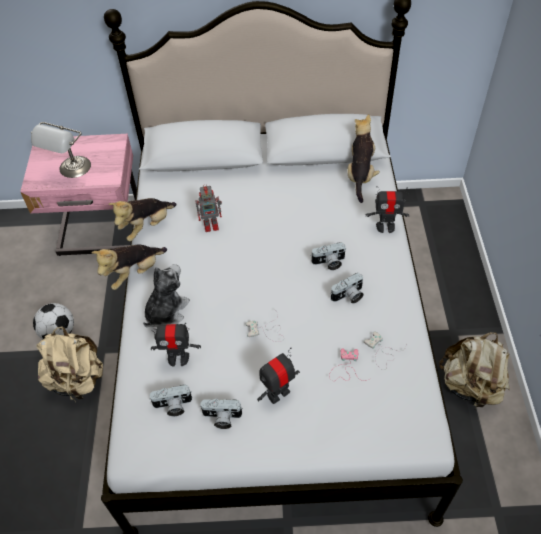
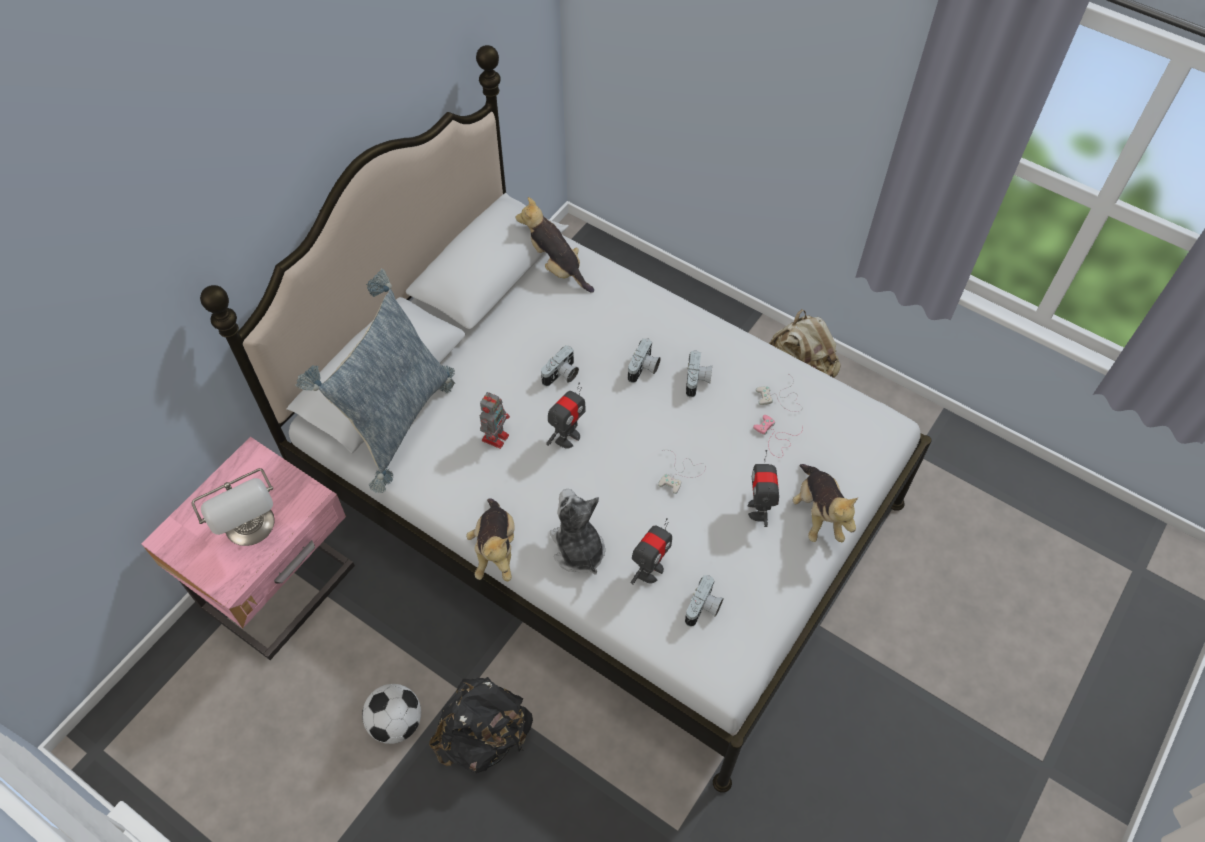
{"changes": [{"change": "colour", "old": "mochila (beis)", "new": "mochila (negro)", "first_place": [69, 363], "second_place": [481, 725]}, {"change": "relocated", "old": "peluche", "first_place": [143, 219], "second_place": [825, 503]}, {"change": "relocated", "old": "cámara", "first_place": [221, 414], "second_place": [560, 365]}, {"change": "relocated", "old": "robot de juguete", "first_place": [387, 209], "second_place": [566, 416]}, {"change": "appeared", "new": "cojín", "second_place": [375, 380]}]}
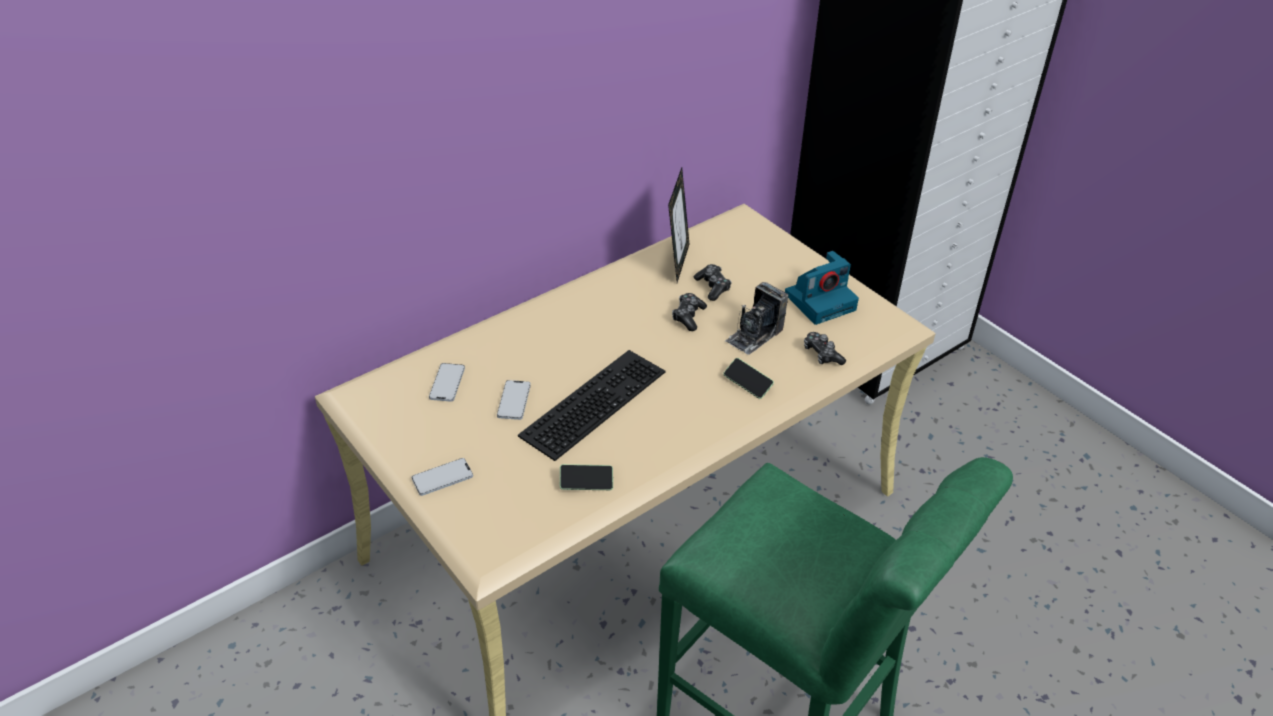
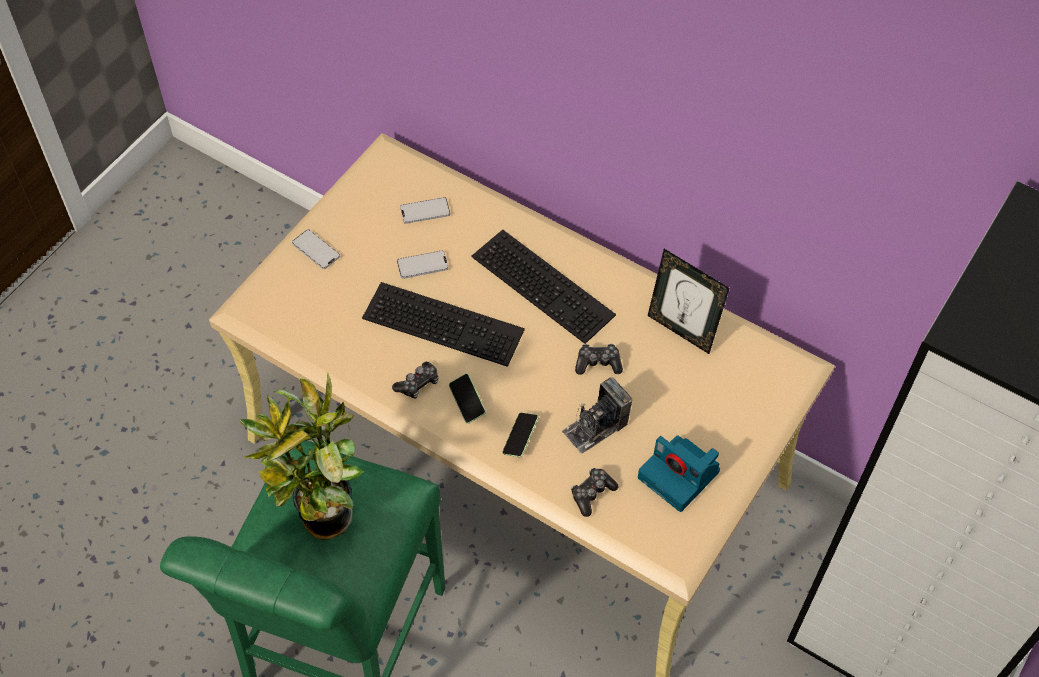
{"changes": [{"change": "relocated", "old": "móvil", "first_place": [586, 477], "second_place": [467, 398]}, {"change": "spun", "old": "portarretratos", "first_place": [678, 224], "second_place": [688, 301], "degrees": 45}, {"change": "relocated", "old": "mando de consola", "first_place": [712, 282], "second_place": [415, 380]}, {"change": "spun", "old": "cámara", "first_place": [756, 318], "second_place": [597, 415], "degrees": -60}, {"change": "appeared", "new": "planta en maceta", "second_place": [302, 456]}, {"change": "appeared", "new": "teclado", "second_place": [544, 286]}]}
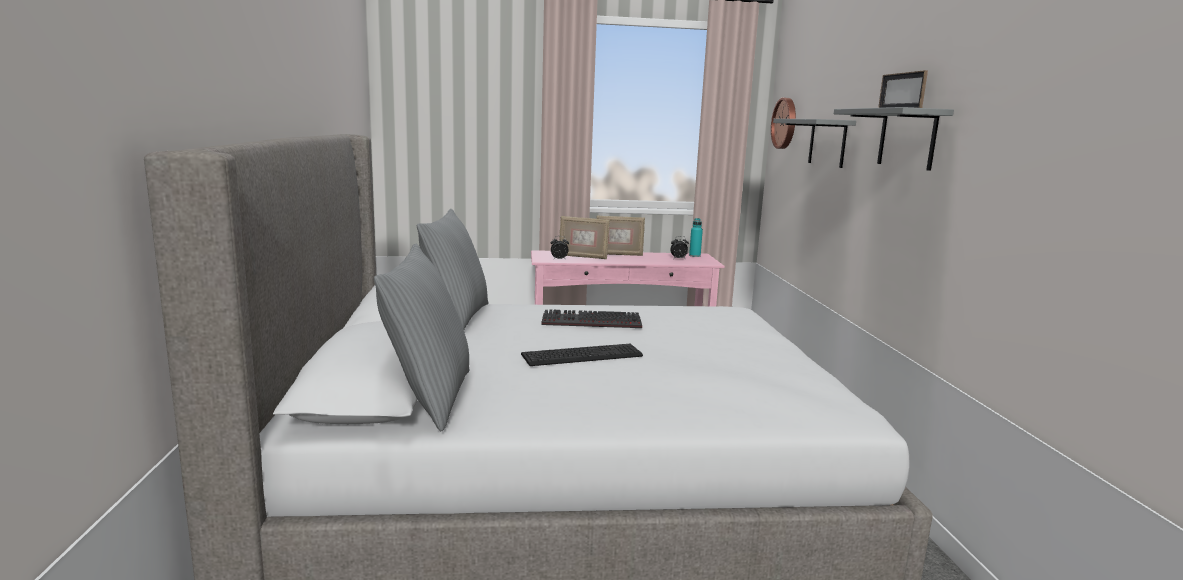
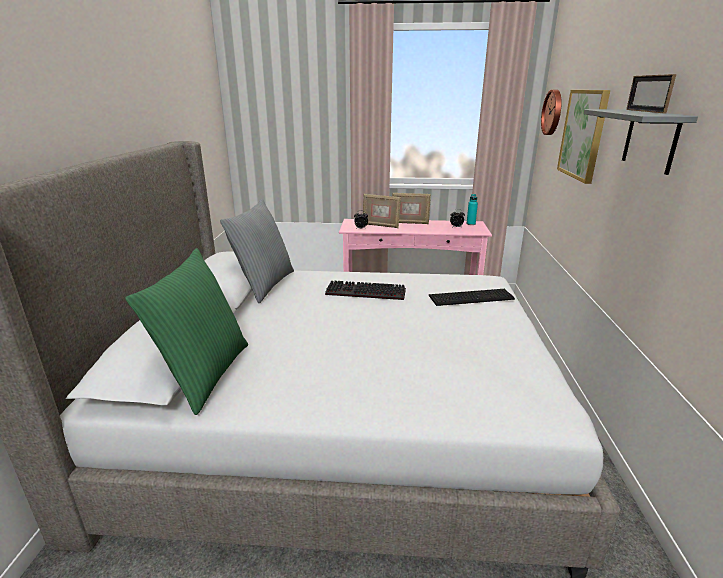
{"changes": [{"change": "colour", "old": "cojín (gris)", "new": "cojín (verde)", "first_place": [422, 337], "second_place": [186, 331]}, {"change": "relocated", "old": "teclado", "first_place": [582, 355], "second_place": [472, 297]}, {"change": "exchanged", "old": "estante (gris)", "new": "cuadro", "first_place": [814, 143], "second_place": [583, 137]}]}
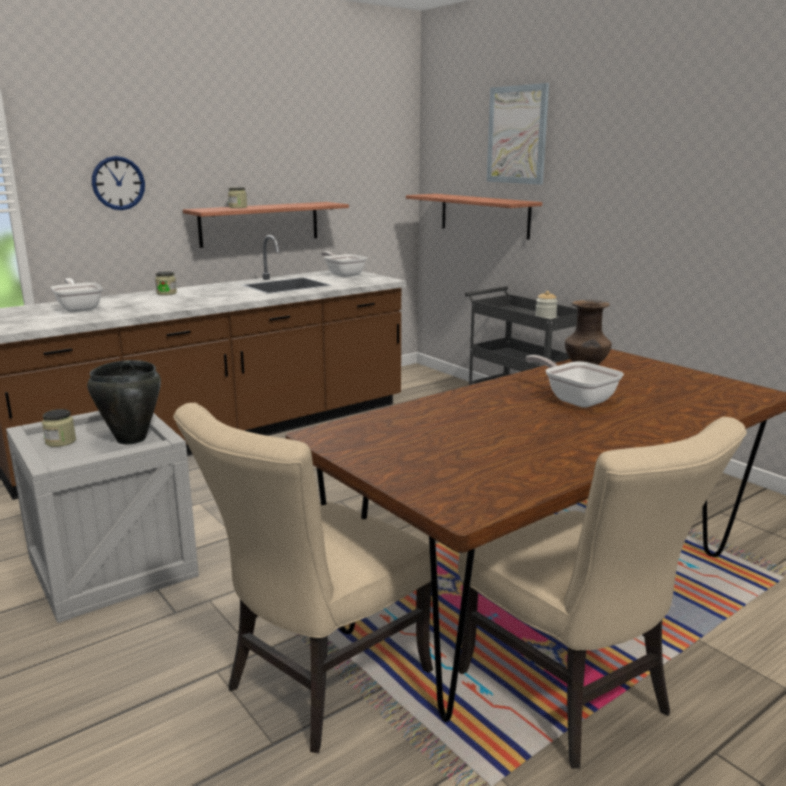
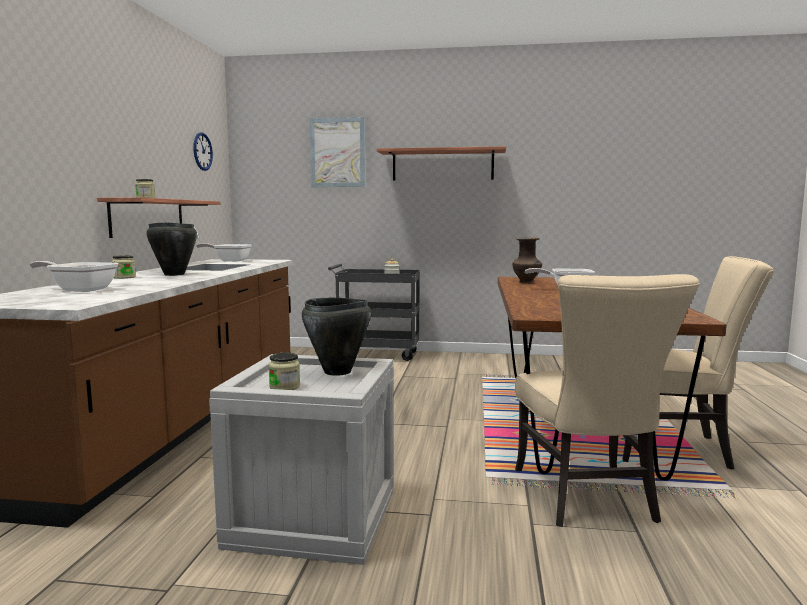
{"changes": [{"change": "relocated", "old": "reloj de pared", "first_place": [118, 183], "second_place": [203, 151]}, {"change": "relocated", "old": "estante", "first_place": [474, 217], "second_place": [441, 163]}, {"change": "appeared", "new": "olla (negro)", "second_place": [171, 249]}]}
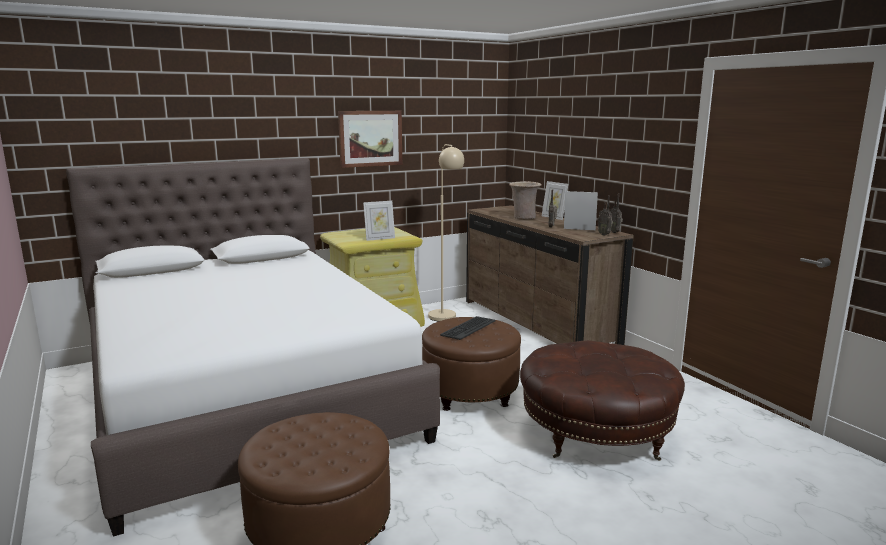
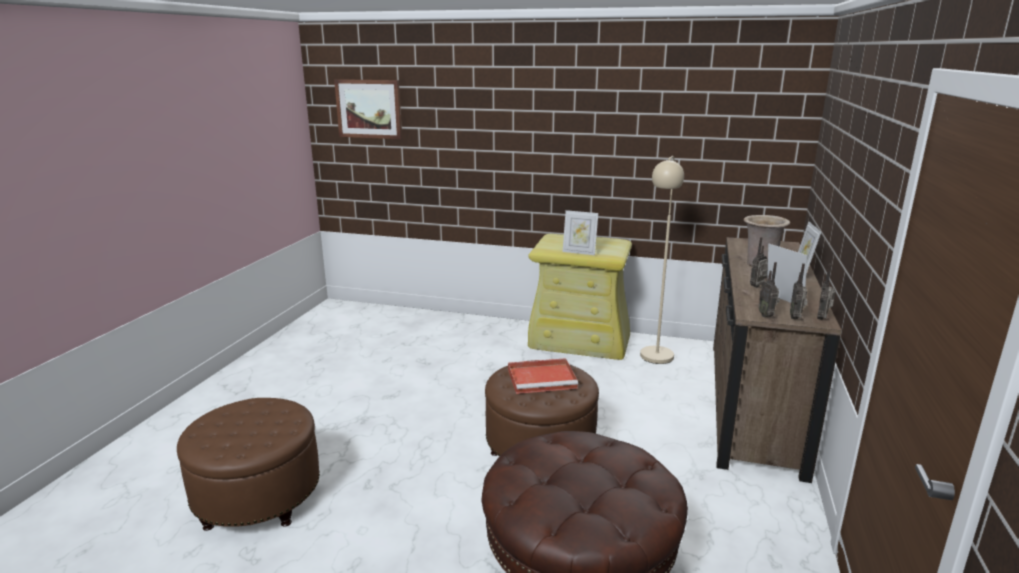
{"changes": [{"change": "missing", "old": "cama (blanco)", "first_place": [253, 347]}, {"change": "relocated", "old": "cuadro", "first_place": [370, 139], "second_place": [368, 109]}, {"change": "exchanged", "old": "teclado", "new": "bandeja (rojo)", "first_place": [468, 328], "second_place": [543, 376]}, {"change": "appeared", "new": "radio", "second_place": [769, 290]}]}
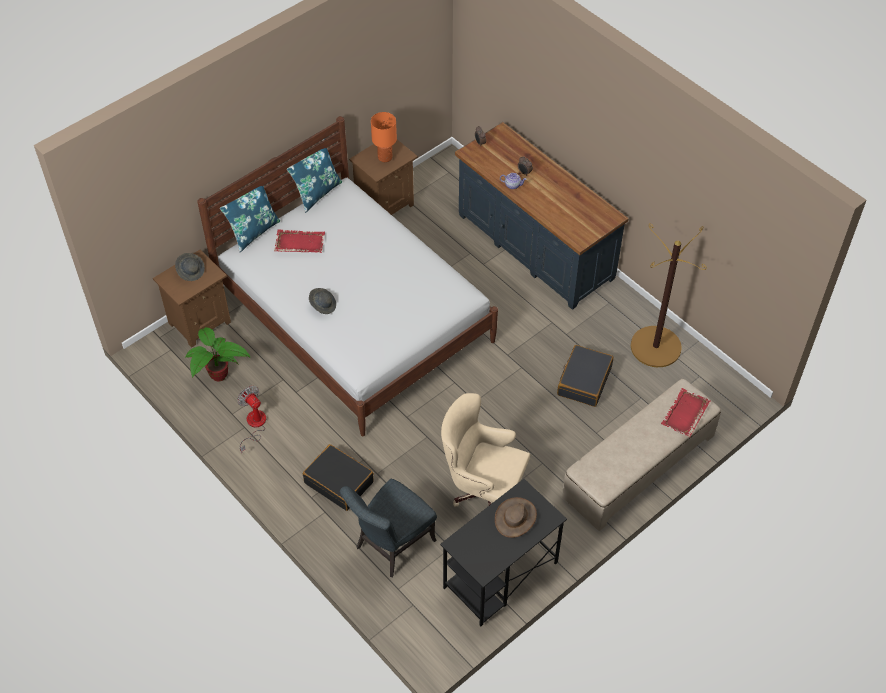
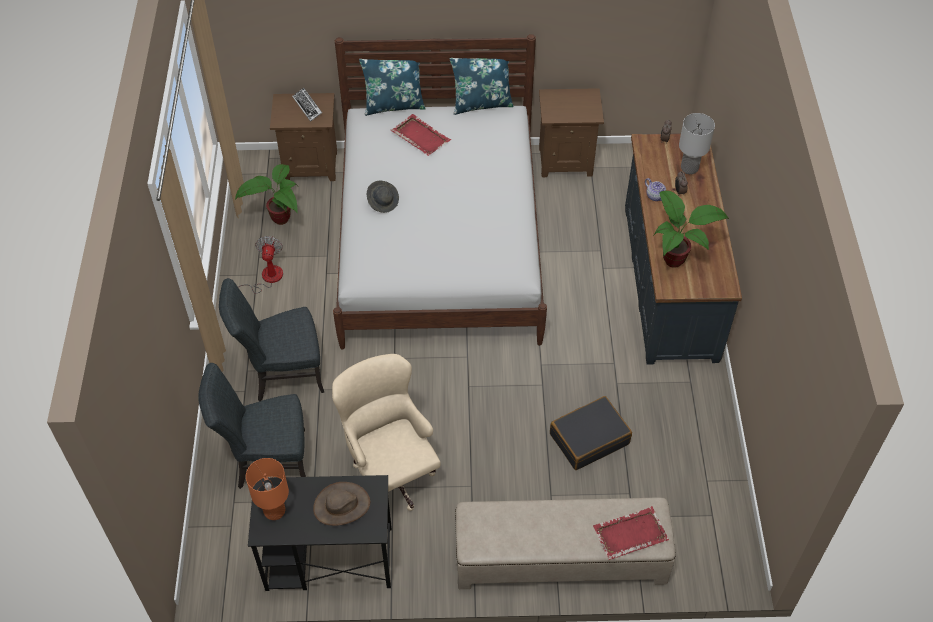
{"changes": [{"change": "exchanged", "old": "sombrero (gris)", "new": "teclado", "first_place": [190, 267], "second_place": [307, 105]}, {"change": "exchanged", "old": "maleta (negro)", "new": "silla (gris)", "first_place": [338, 477], "second_place": [271, 339]}, {"change": "relocated", "old": "lámpara de mesa (naranja)", "first_place": [384, 137], "second_place": [267, 489]}, {"change": "missing", "old": "perchero (marrón)", "first_place": [668, 295]}, {"change": "appeared", "new": "planta en maceta", "second_place": [691, 229]}, {"change": "appeared", "new": "lámpara de mesa (gris)", "second_place": [697, 143]}]}
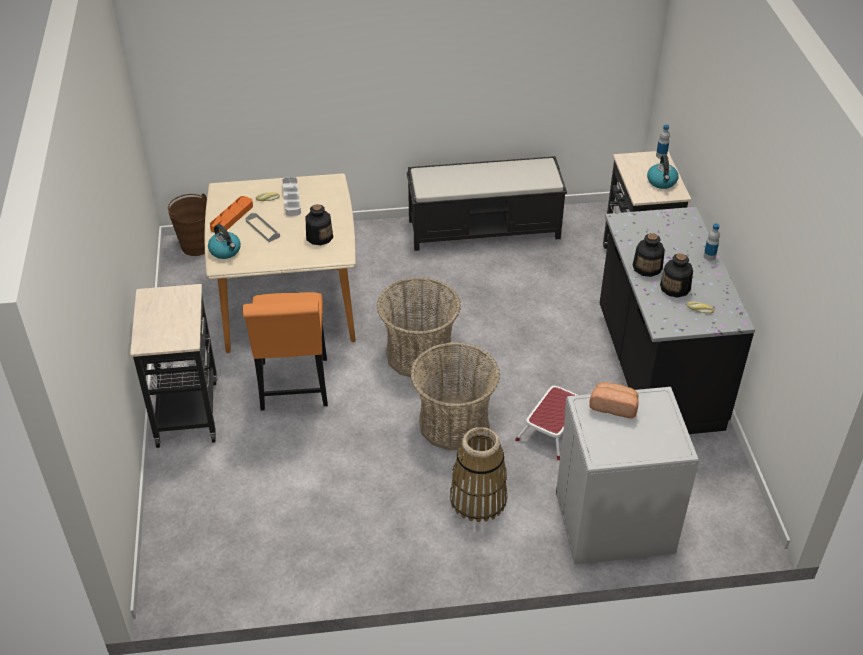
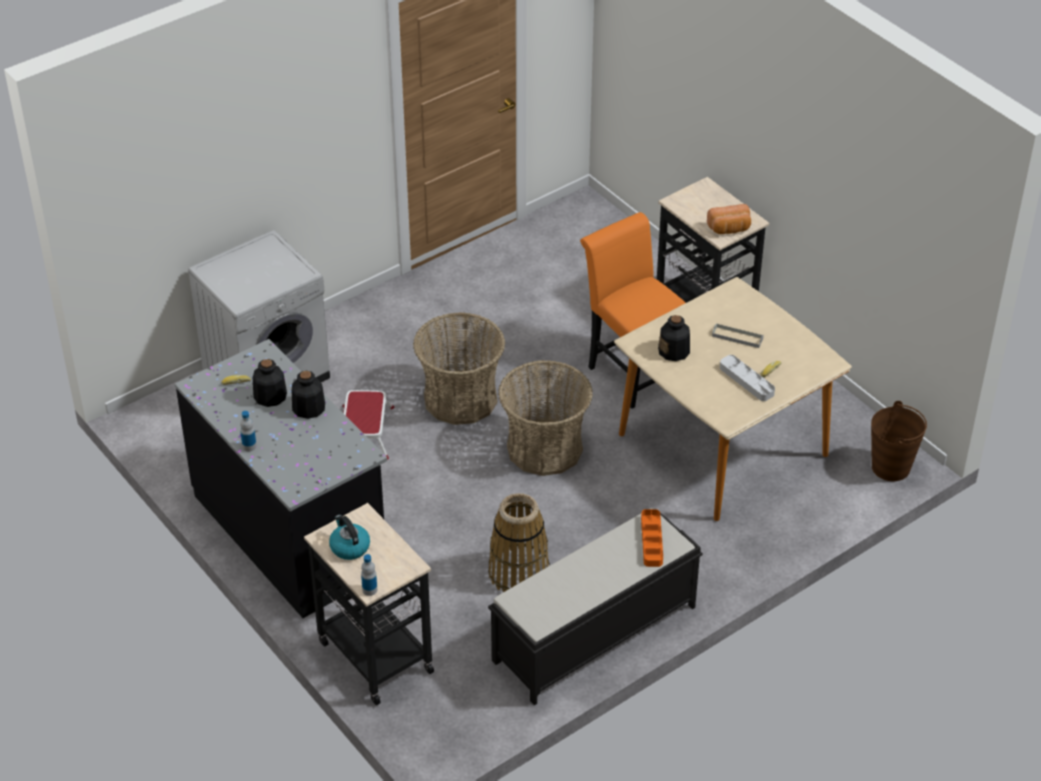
{"changes": [{"change": "missing", "old": "hervidor", "first_place": [224, 241]}, {"change": "relocated", "old": "bandeja (naranja)", "first_place": [231, 214], "second_place": [652, 538]}, {"change": "relocated", "old": "cesta", "first_place": [478, 474], "second_place": [519, 542]}, {"change": "relocated", "old": "pan", "first_place": [614, 400], "second_place": [729, 219]}]}
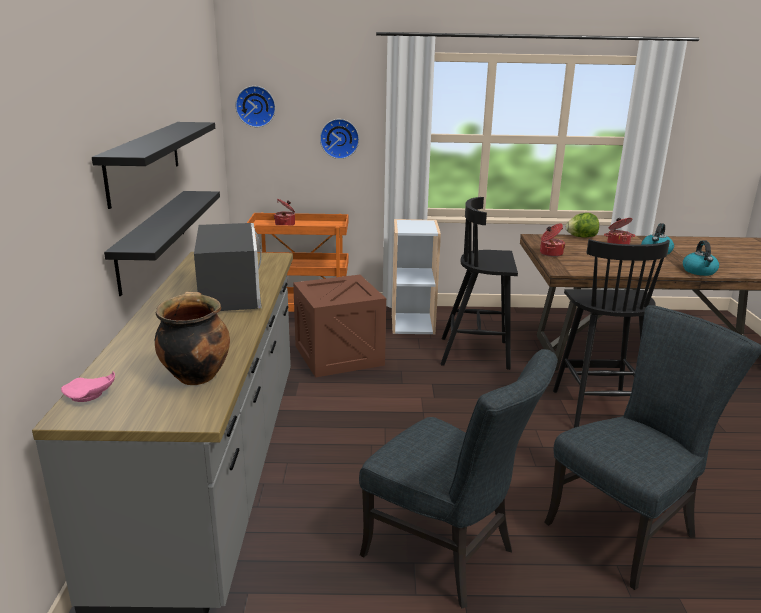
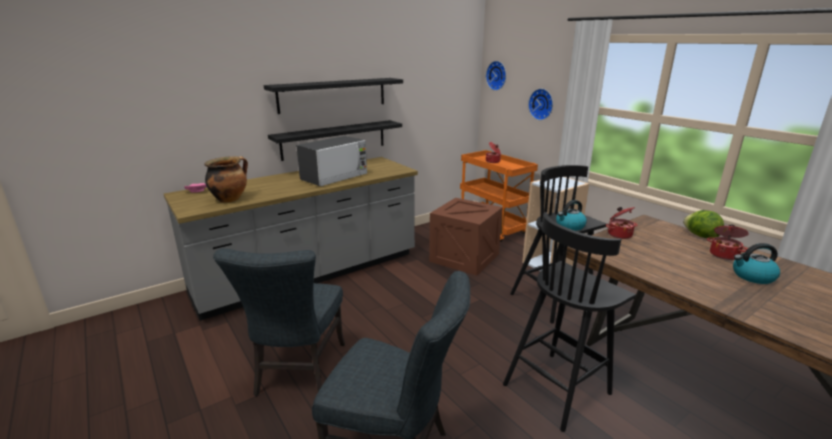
{"changes": [{"change": "relocated", "old": "hervidor", "first_place": [701, 258], "second_place": [571, 215]}]}
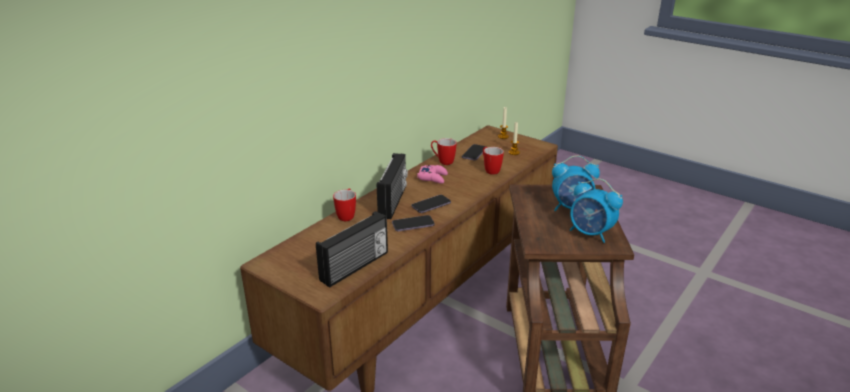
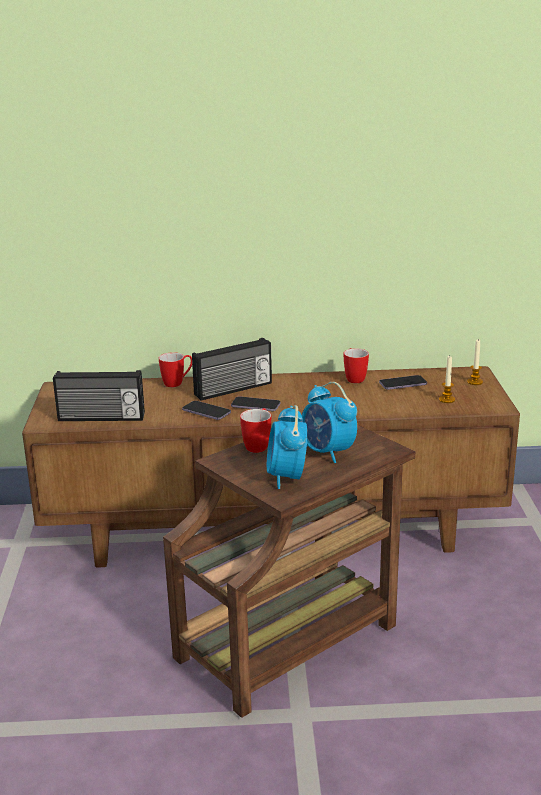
{"changes": [{"change": "missing", "old": "mando de consola (rosa)", "first_place": [432, 174]}, {"change": "relocated", "old": "taza grande", "first_place": [493, 161], "second_place": [255, 430]}]}
